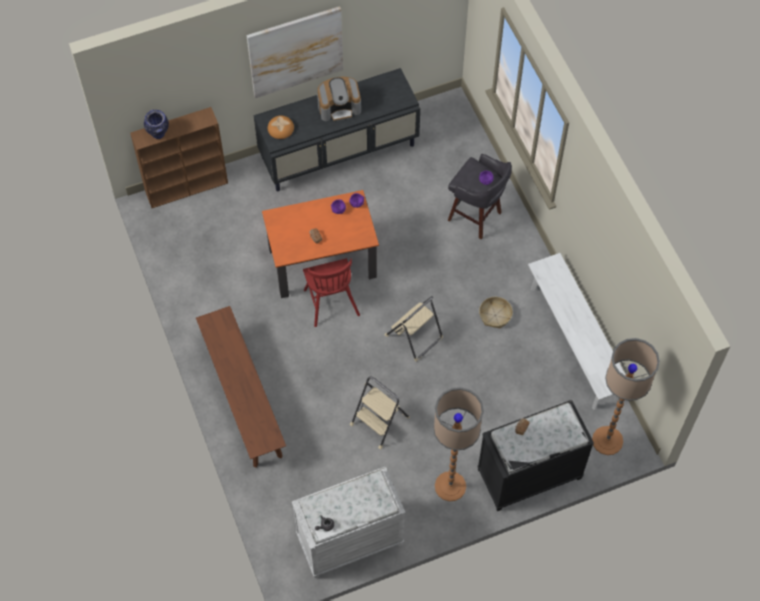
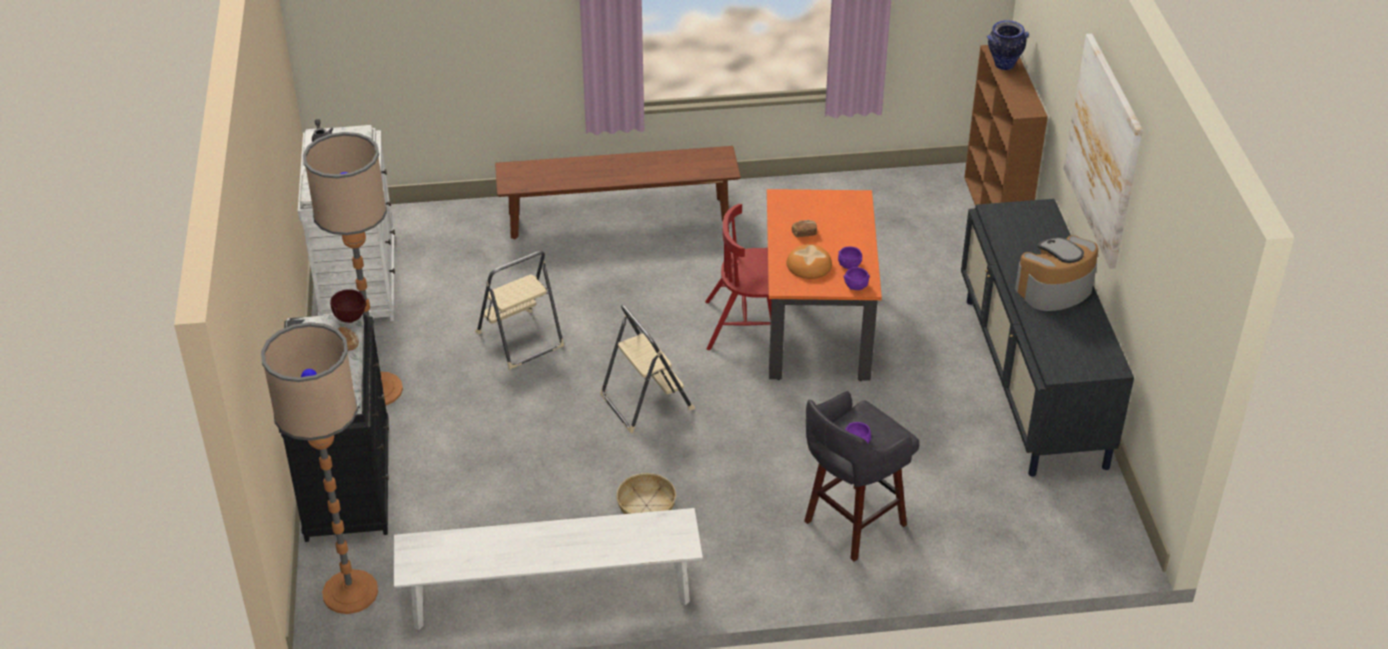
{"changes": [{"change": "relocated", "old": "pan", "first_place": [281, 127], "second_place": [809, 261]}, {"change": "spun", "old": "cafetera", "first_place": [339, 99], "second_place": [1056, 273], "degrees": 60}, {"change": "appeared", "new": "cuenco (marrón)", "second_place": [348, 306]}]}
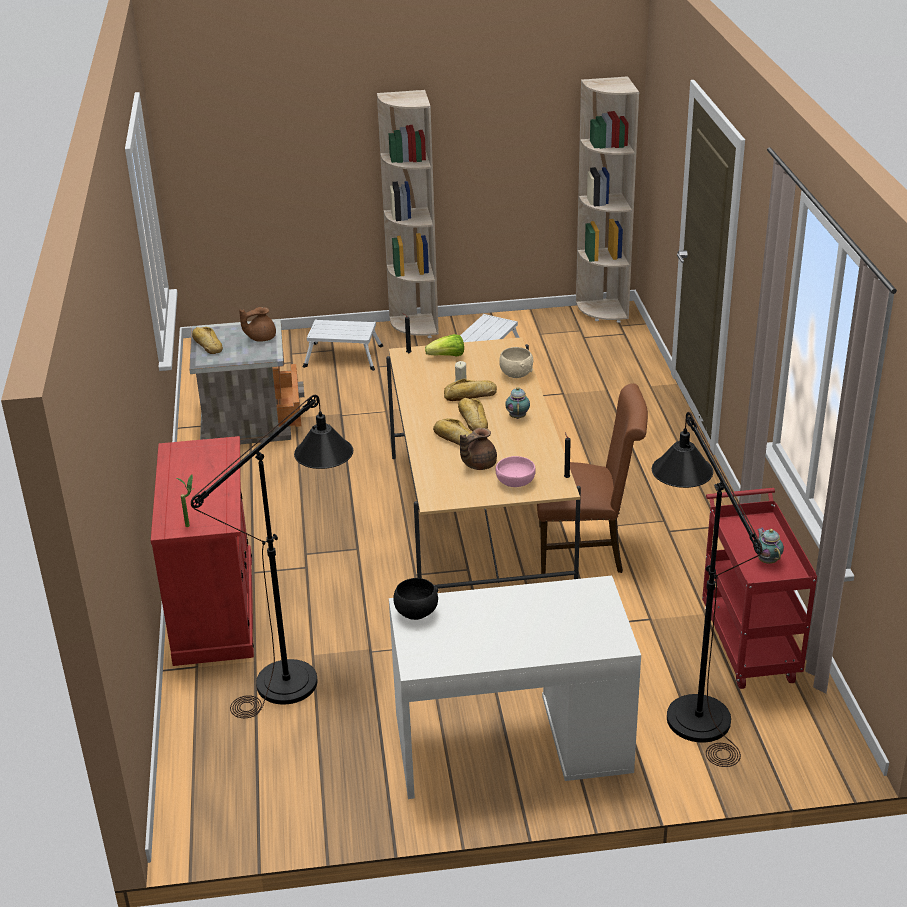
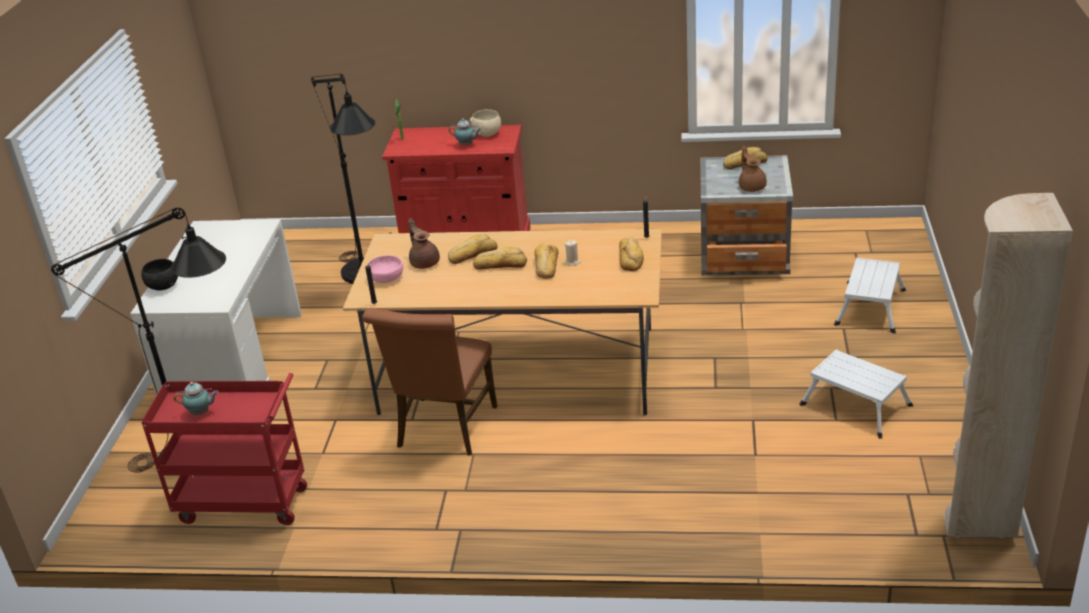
{"changes": [{"change": "missing", "old": "estantería (beis)", "first_place": [408, 214]}, {"change": "relocated", "old": "cuenco (negro)", "first_place": [416, 599], "second_place": [159, 275]}, {"change": "exchanged", "old": "lechuga", "new": "pan", "first_place": [444, 345], "second_place": [631, 254]}, {"change": "relocated", "old": "cuenco (beis)", "first_place": [516, 362], "second_place": [485, 123]}, {"change": "relocated", "old": "tetera", "first_place": [517, 403], "second_place": [465, 131]}]}
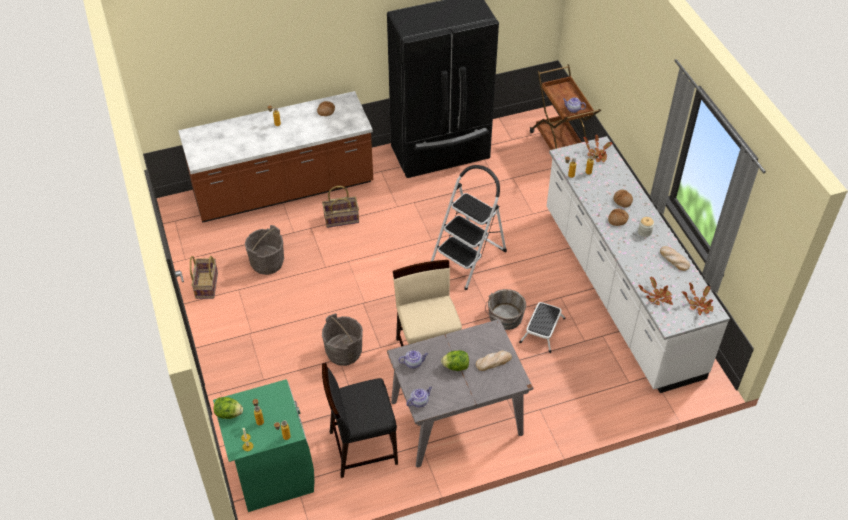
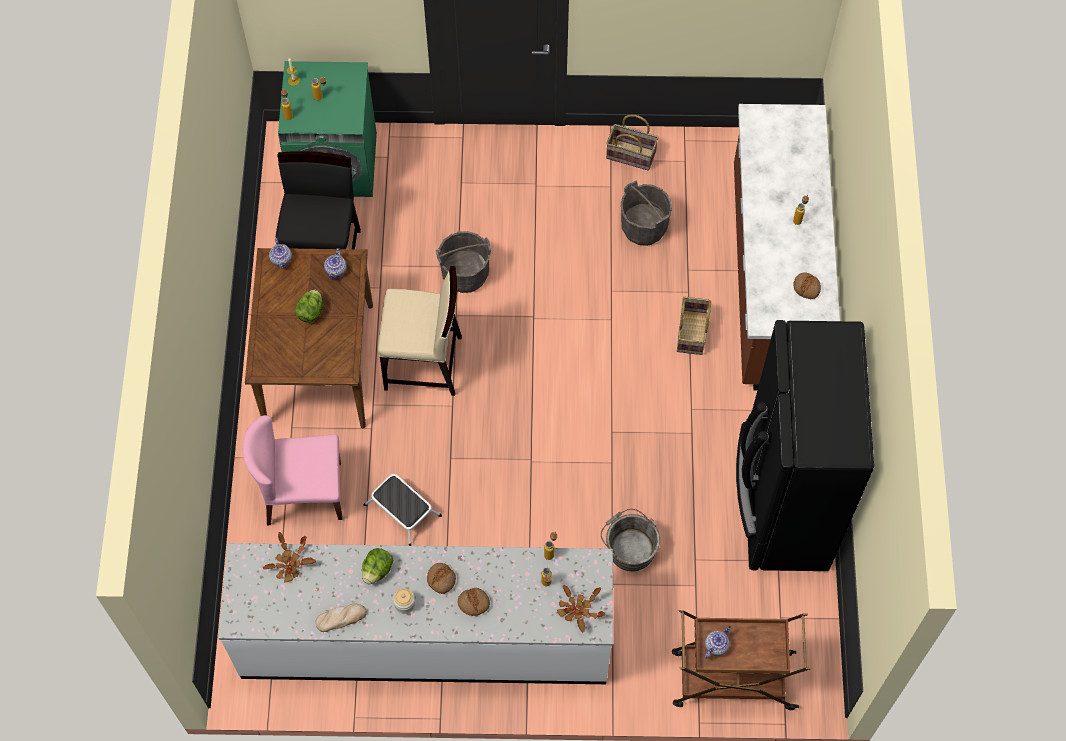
{"changes": [{"change": "relocated", "old": "lechuga", "first_place": [228, 408], "second_place": [378, 566]}, {"change": "colour", "old": "mesa de comedor (gris)", "new": "mesa de comedor (marrón)", "first_place": [460, 393], "second_place": [309, 338]}, {"change": "missing", "old": "escalera de tijera", "first_place": [469, 227]}, {"change": "missing", "old": "pan", "first_place": [494, 360]}, {"change": "relocated", "old": "cubo (gris)", "first_place": [505, 309], "second_place": [630, 540]}, {"change": "missing", "old": "planta en maceta", "first_place": [697, 298]}, {"change": "appeared", "new": "silla (rosa)", "second_place": [292, 470]}]}
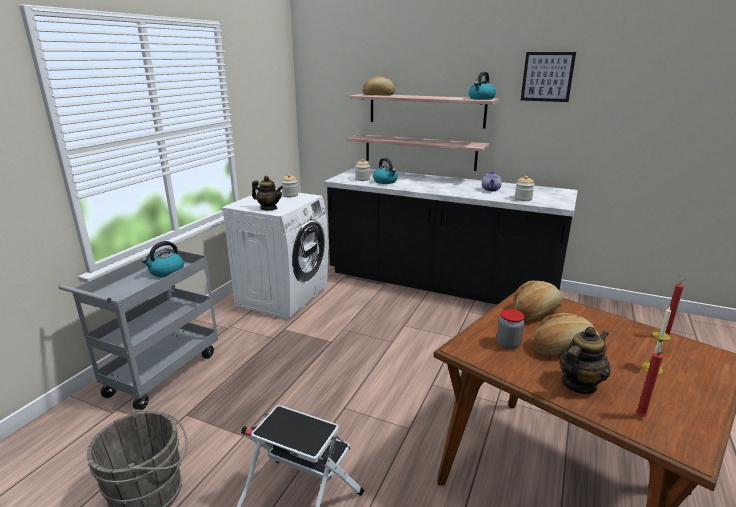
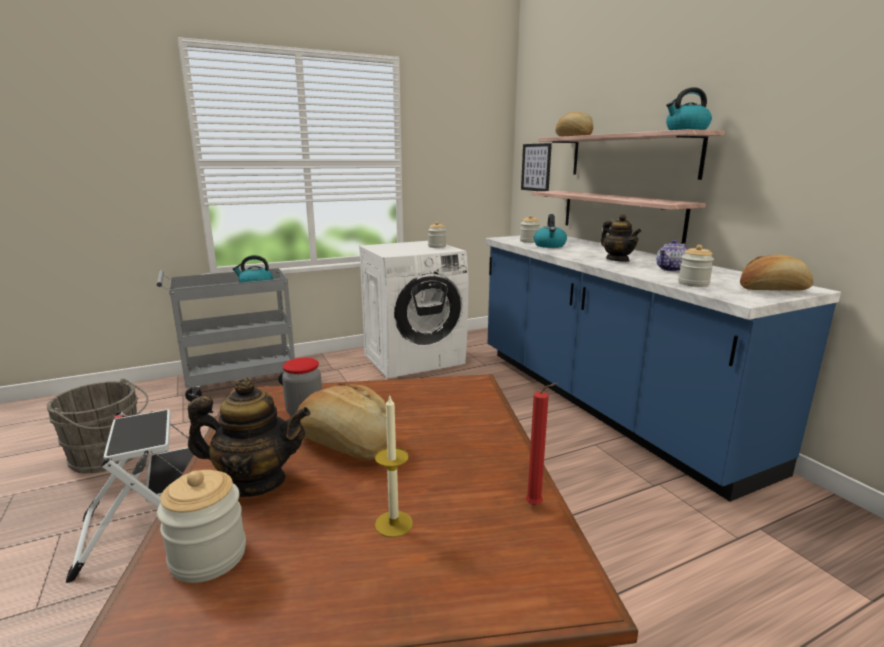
{"changes": [{"change": "relocated", "old": "tetera", "first_place": [267, 193], "second_place": [620, 238]}, {"change": "colour", "old": "mueble bajo de cocina (negro)", "new": "mueble bajo de cocina (azul)", "first_place": [451, 236], "second_place": [663, 369]}, {"change": "relocated", "old": "pan", "first_place": [538, 300], "second_place": [777, 272]}, {"change": "relocated", "old": "cuadro", "first_place": [548, 77], "second_place": [536, 167]}, {"change": "exchanged", "old": "vela (rojo)", "new": "tarro", "first_place": [650, 384], "second_place": [201, 526]}]}
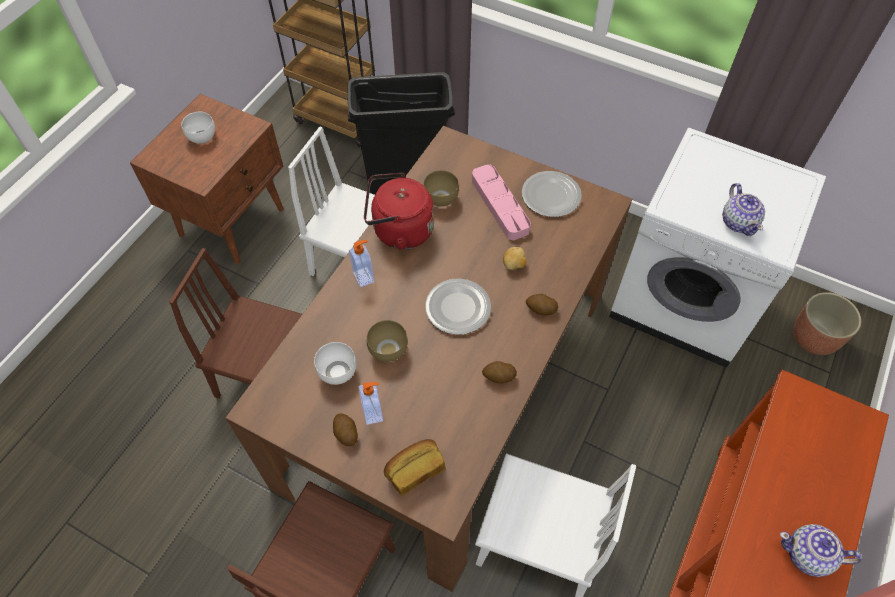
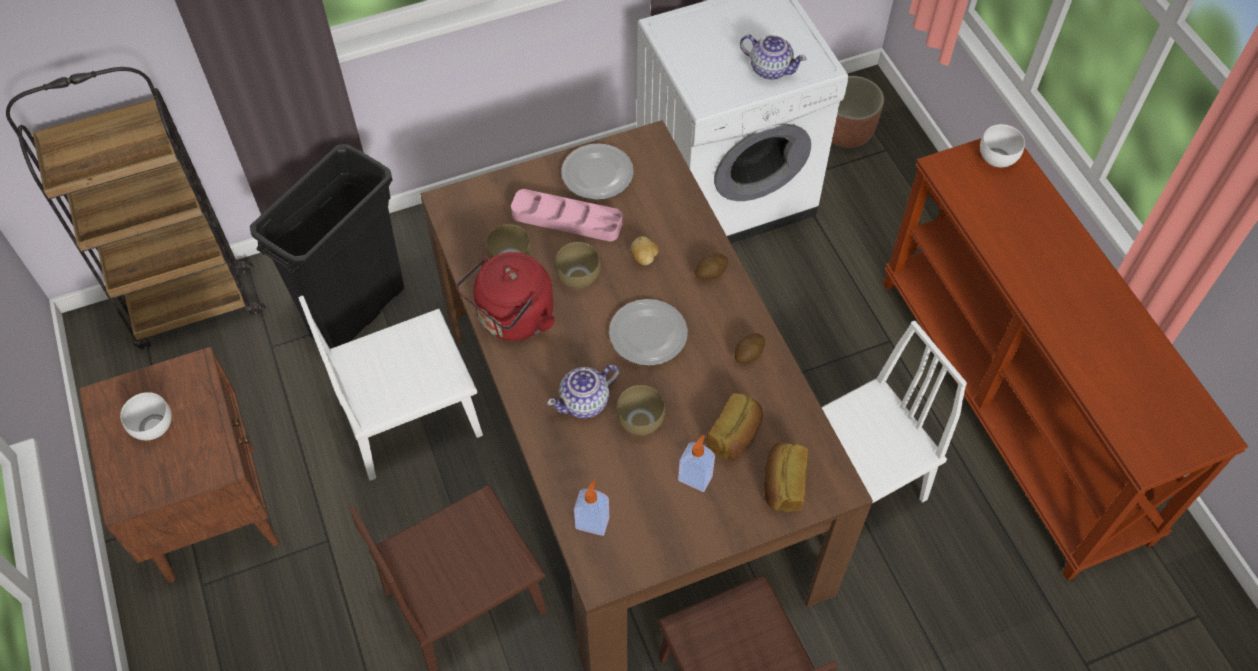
{"changes": [{"change": "relocated", "old": "cuenco (blanco)", "first_place": [335, 363], "second_place": [1002, 145]}, {"change": "missing", "old": "patata", "first_place": [345, 429]}, {"change": "relocated", "old": "dispensador de jabón", "first_place": [361, 263], "second_place": [591, 508]}, {"change": "relocated", "old": "tetera", "first_place": [821, 550], "second_place": [583, 391]}, {"change": "appeared", "new": "cuenco (marrón)", "second_place": [578, 265]}, {"change": "appeared", "new": "pan", "second_place": [735, 427]}]}
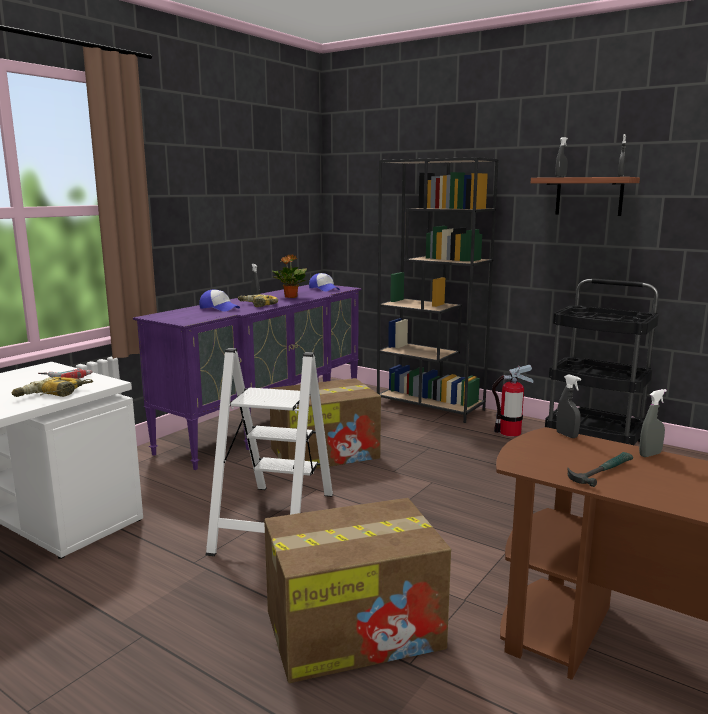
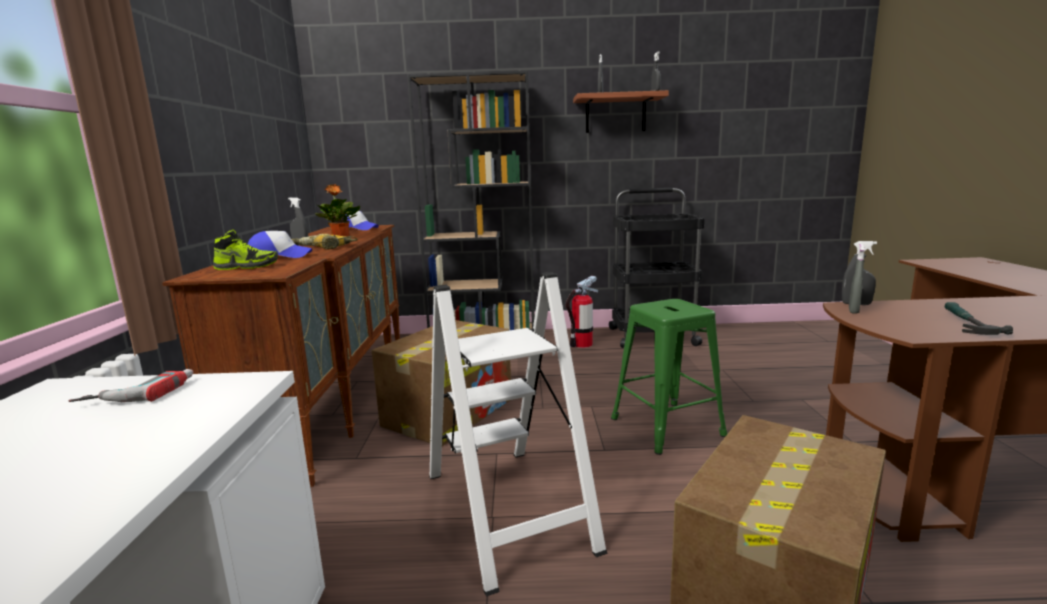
{"changes": [{"change": "missing", "old": "taladro", "first_place": [52, 387]}, {"change": "colour", "old": "armario (morado)", "new": "armario (marrón)", "first_place": [247, 377], "second_place": [281, 356]}, {"change": "relocated", "old": "pulverizador (gris)", "first_place": [653, 423], "second_place": [857, 279]}, {"change": "appeared", "new": "zapato", "second_place": [245, 250]}, {"change": "appeared", "new": "taburete (verde)", "second_place": [669, 377]}]}
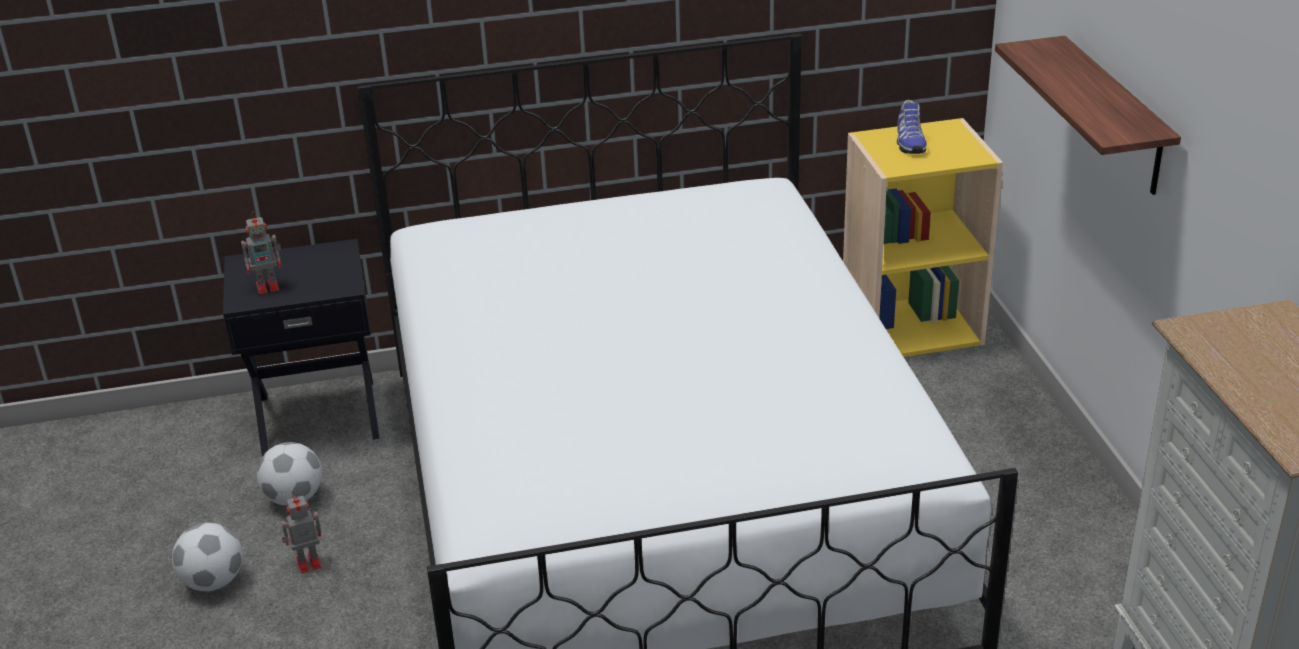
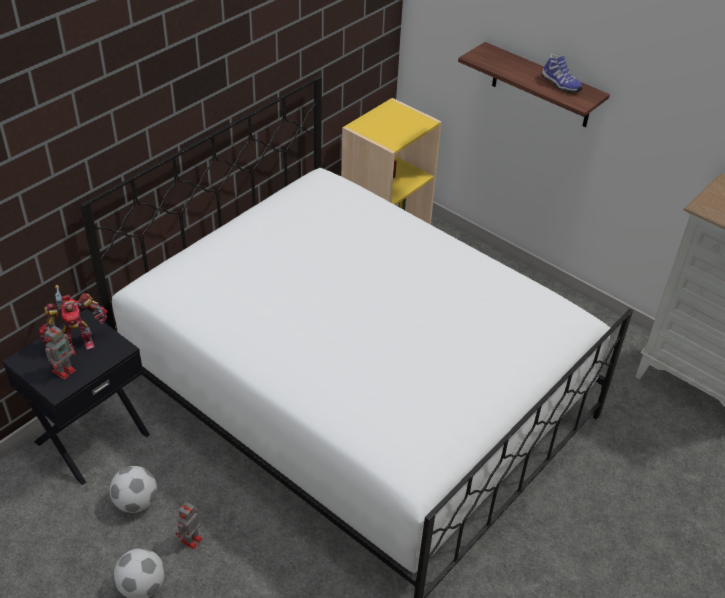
{"changes": [{"change": "relocated", "old": "zapato", "first_place": [912, 127], "second_place": [562, 73]}, {"change": "appeared", "new": "robot de juguete", "second_place": [73, 317]}]}
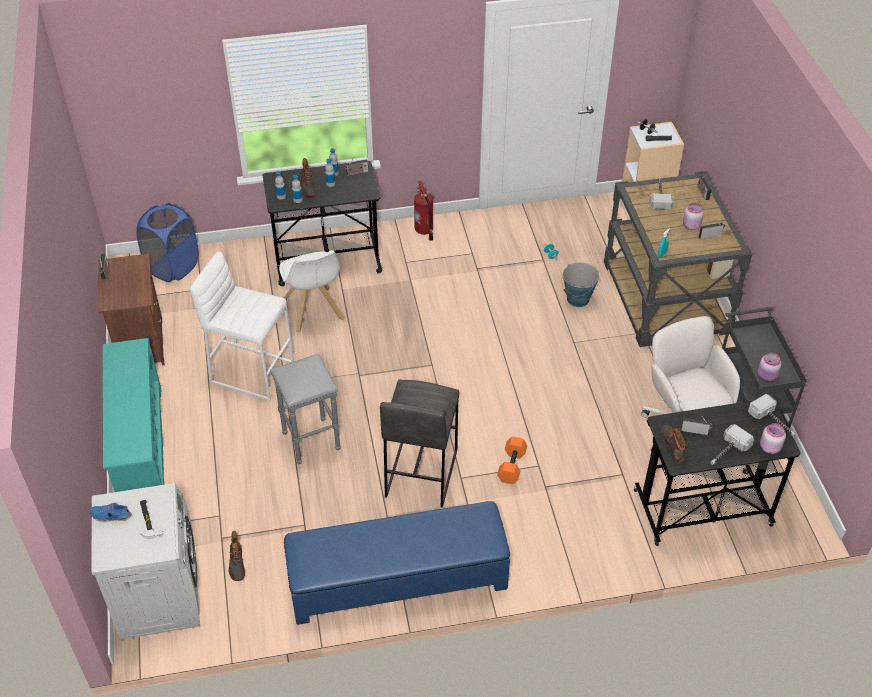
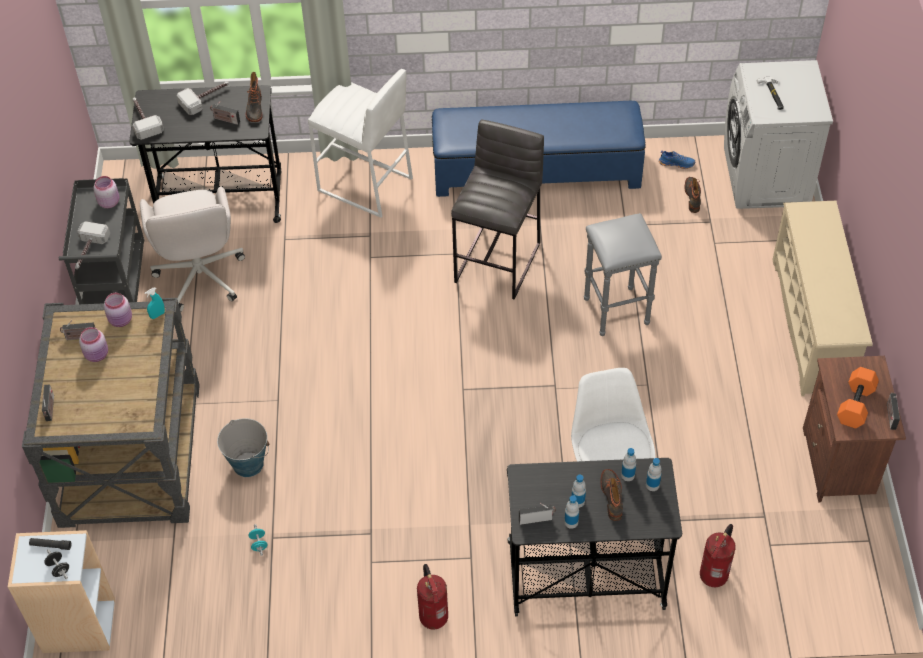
{"changes": [{"change": "relocated", "old": "zapato (azul)", "first_place": [110, 512], "second_place": [677, 159]}, {"change": "colour", "old": "zapatero (turquesa)", "new": "zapatero (beis)", "first_place": [133, 415], "second_place": [822, 298]}, {"change": "missing", "old": "cesto de la ropa (azul)", "first_place": [167, 242]}, {"change": "relocated", "old": "taburete (blanco)", "first_place": [242, 326], "second_place": [360, 143]}, {"change": "relocated", "old": "mancuerna (naranja)", "first_place": [512, 460], "second_place": [858, 398]}, {"change": "relocated", "old": "martillo", "first_place": [662, 193], "second_place": [92, 245]}, {"change": "relocated", "old": "tarro (rosa)", "first_place": [773, 438], "second_place": [118, 310]}, {"change": "appeared", "new": "extintor", "second_place": [718, 555]}]}
